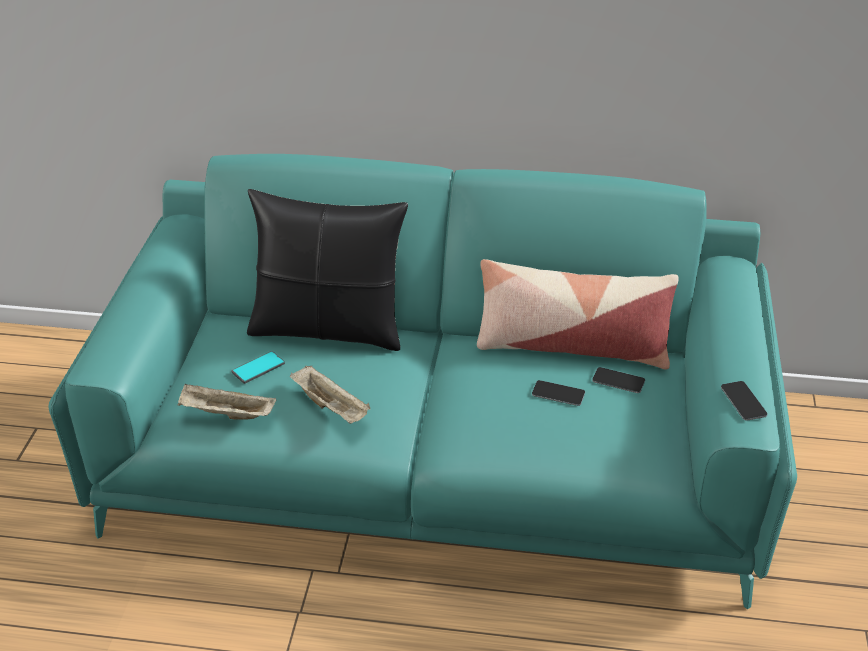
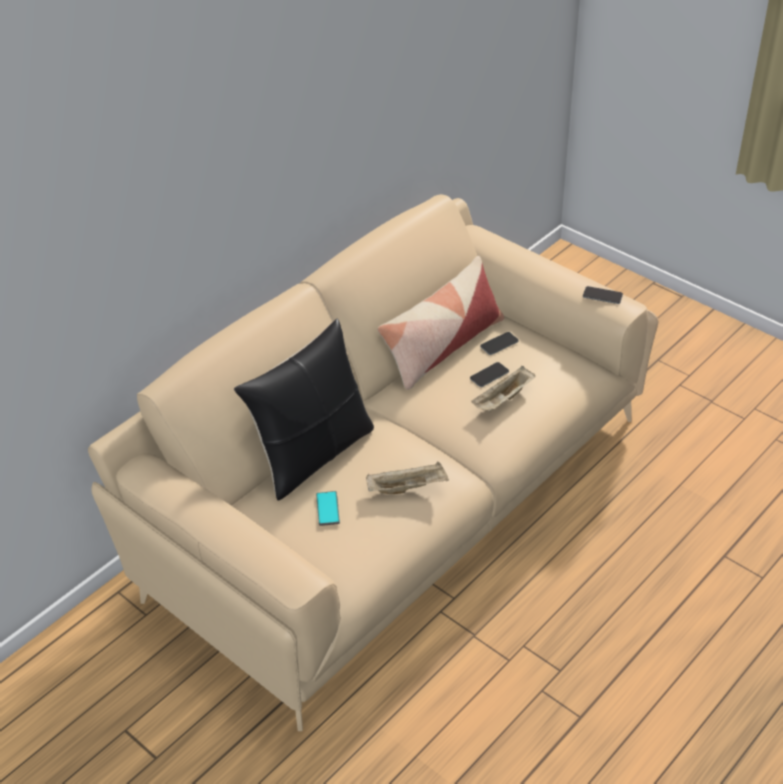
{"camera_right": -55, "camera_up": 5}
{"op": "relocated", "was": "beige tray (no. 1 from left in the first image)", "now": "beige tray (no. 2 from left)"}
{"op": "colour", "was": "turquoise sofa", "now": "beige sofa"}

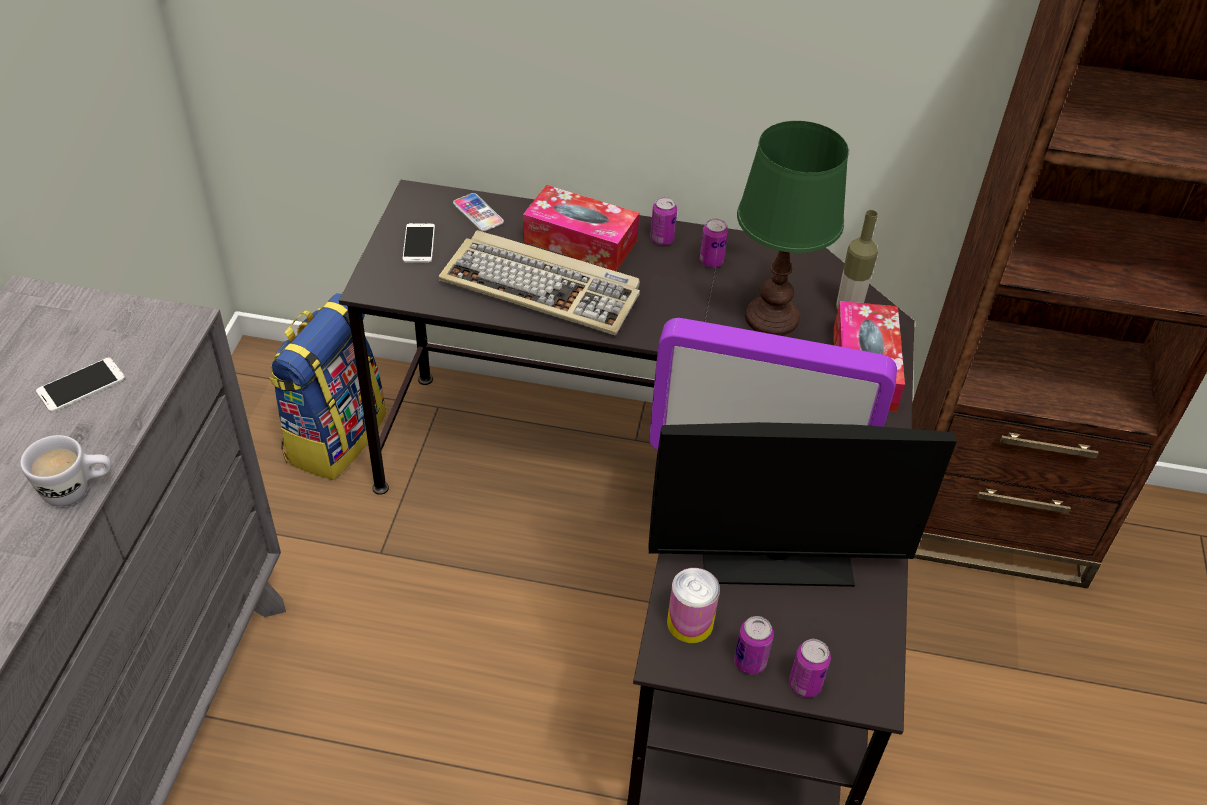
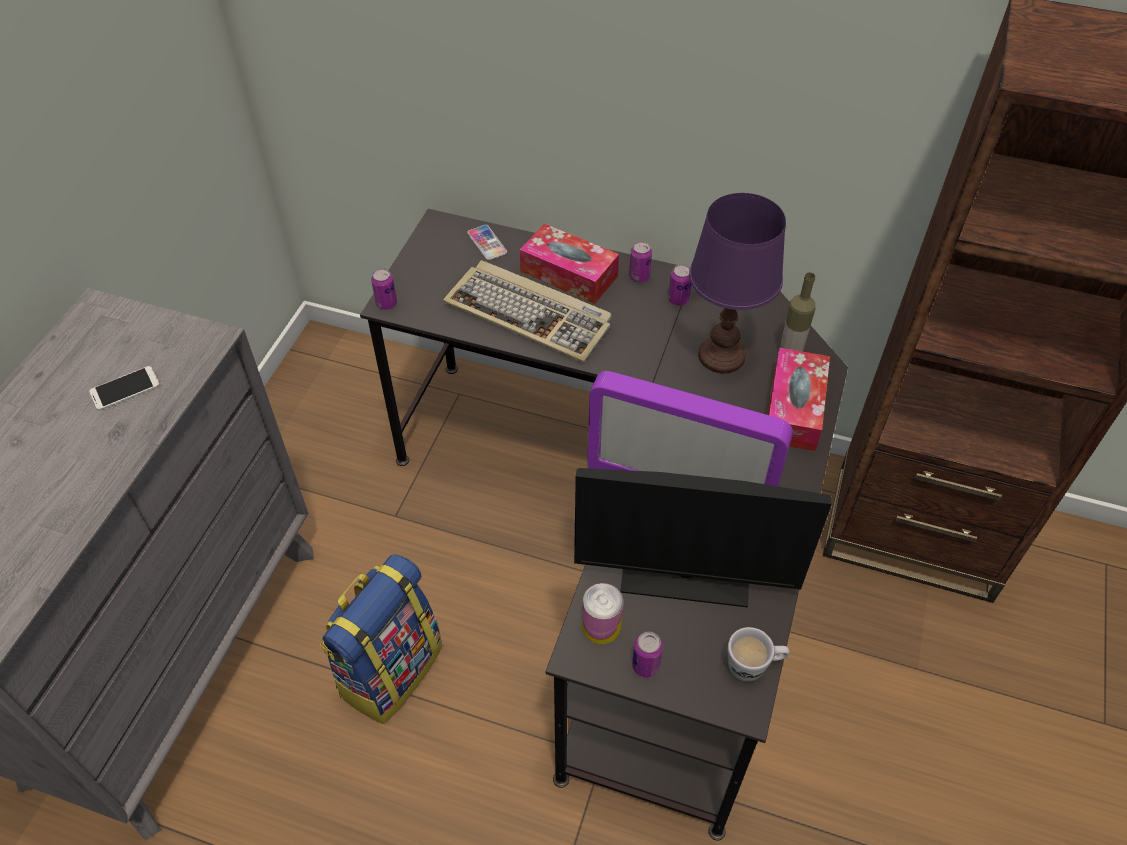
{"camera_right": 10, "camera_up": 5}
{"op": "missing", "was": "phone (no. 2 from left)"}
{"op": "relocated", "was": "white mug"}
{"op": "relocated", "was": "backpack"}
{"op": "relocated", "was": "can (no. 5 from left in the first image)", "now": "can (no. 1 from left)"}
{"op": "colour", "was": "green table lamp", "now": "purple table lamp"}

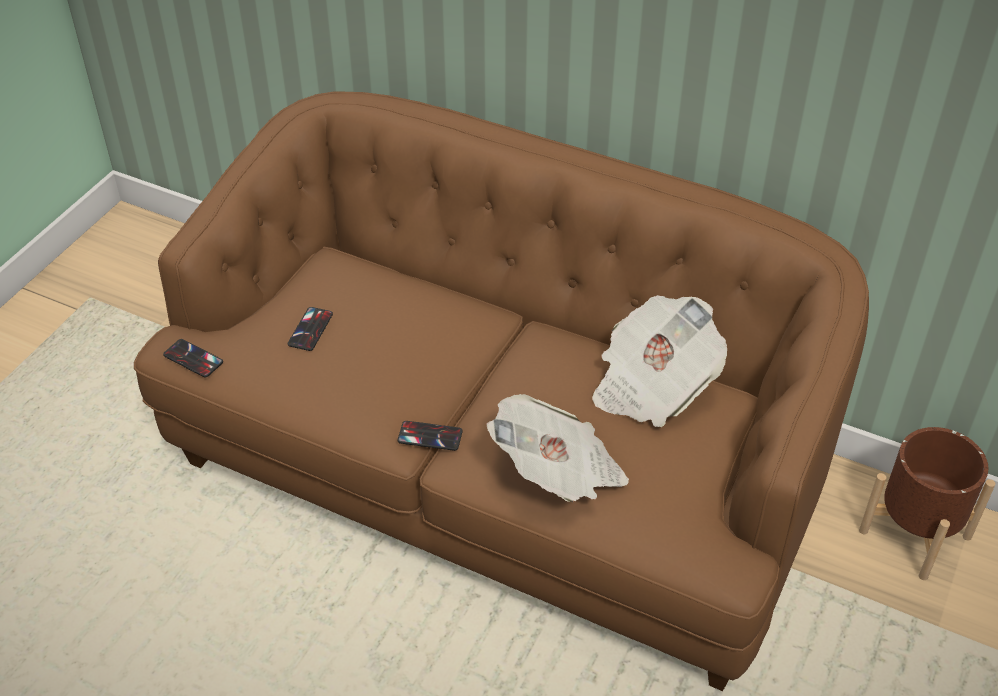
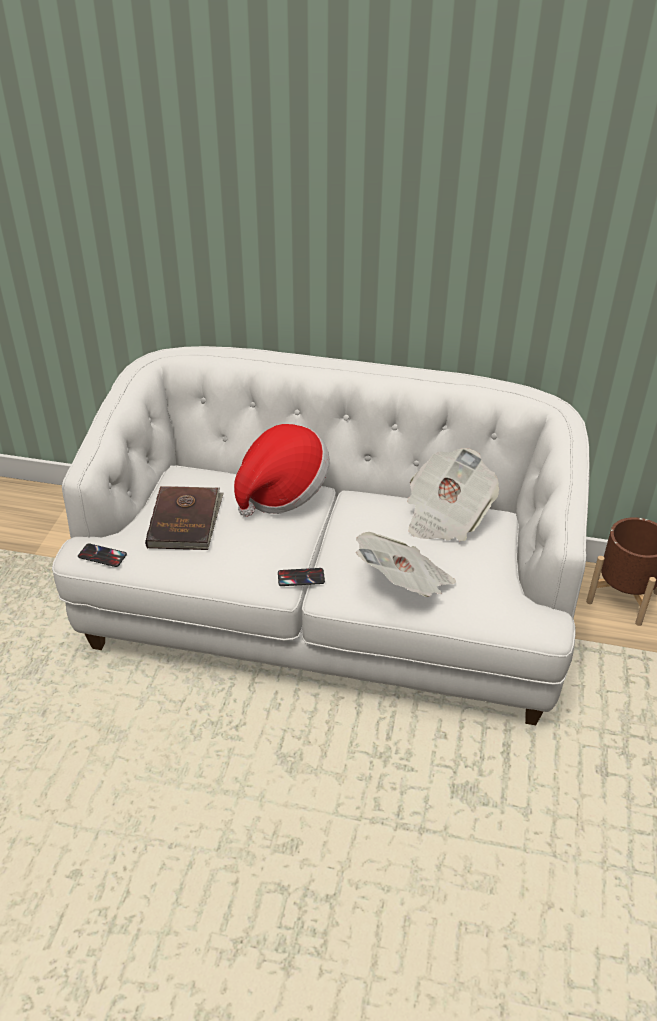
{"camera_right": -15, "camera_up": -5}
{"op": "appeared", "now": "hat"}
{"op": "exchanged", "was": "phone (no. 2 from left)", "now": "brown book"}
{"op": "colour", "was": "brown sofa", "now": "white sofa"}

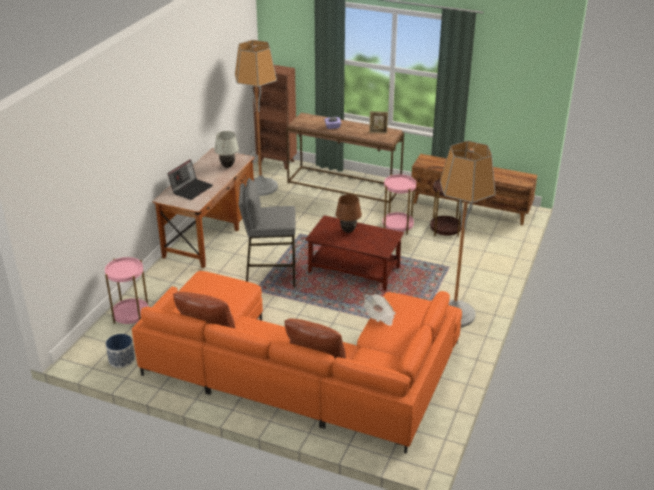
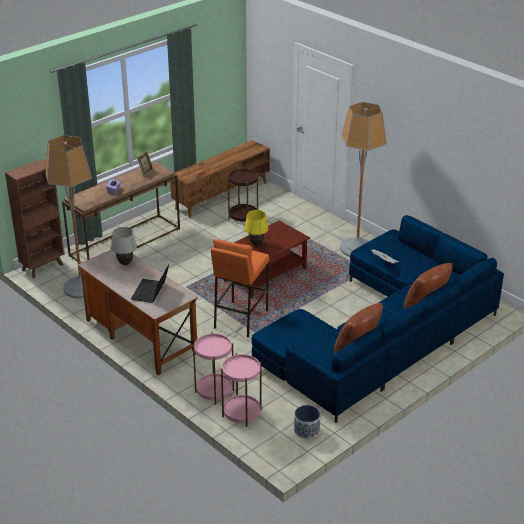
{"camera_right": -65, "camera_up": 0}
{"op": "relocated", "was": "pink side table (no. 2 from left in the first image)", "now": "pink side table (no. 1 from left)"}
{"op": "colour", "was": "orange sofa", "now": "blue sofa"}
{"op": "colour", "was": "grey stool", "now": "orange stool"}
{"op": "colour", "was": "brown table lamp", "now": "yellow table lamp"}
{"op": "spun", "was": "laptop", "clockwise": -135}

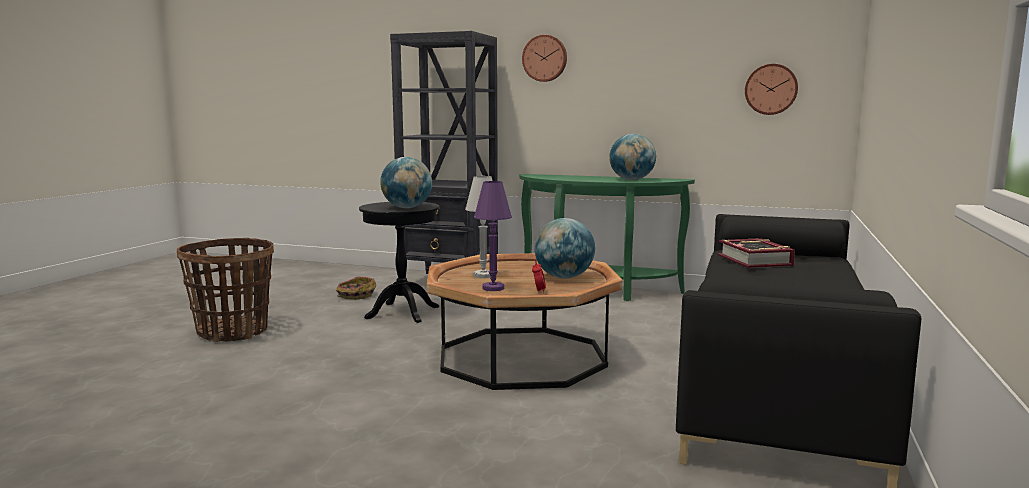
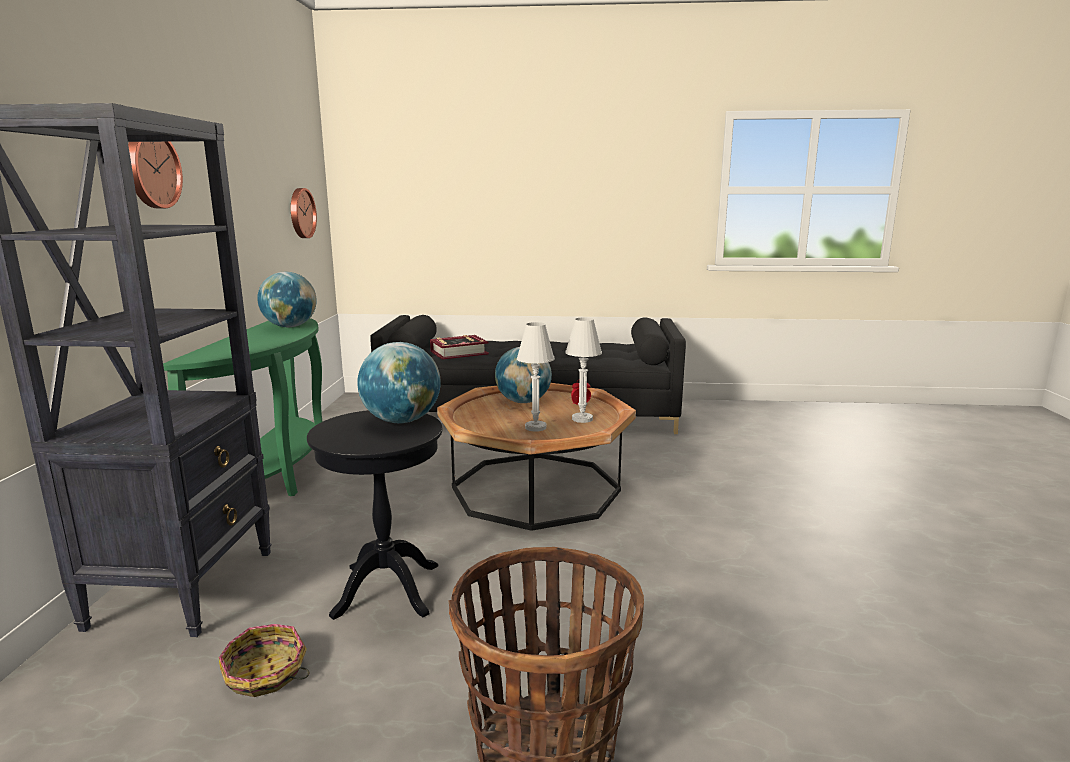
{"camera_right": -105, "camera_up": 5}
{"op": "colour", "was": "purple table lamp", "now": "white table lamp (no. 2 from left)"}

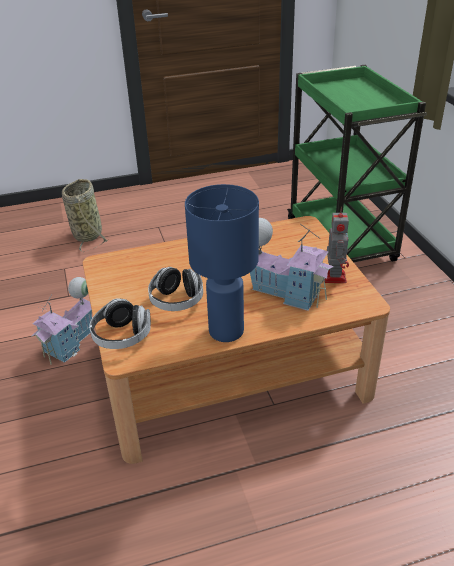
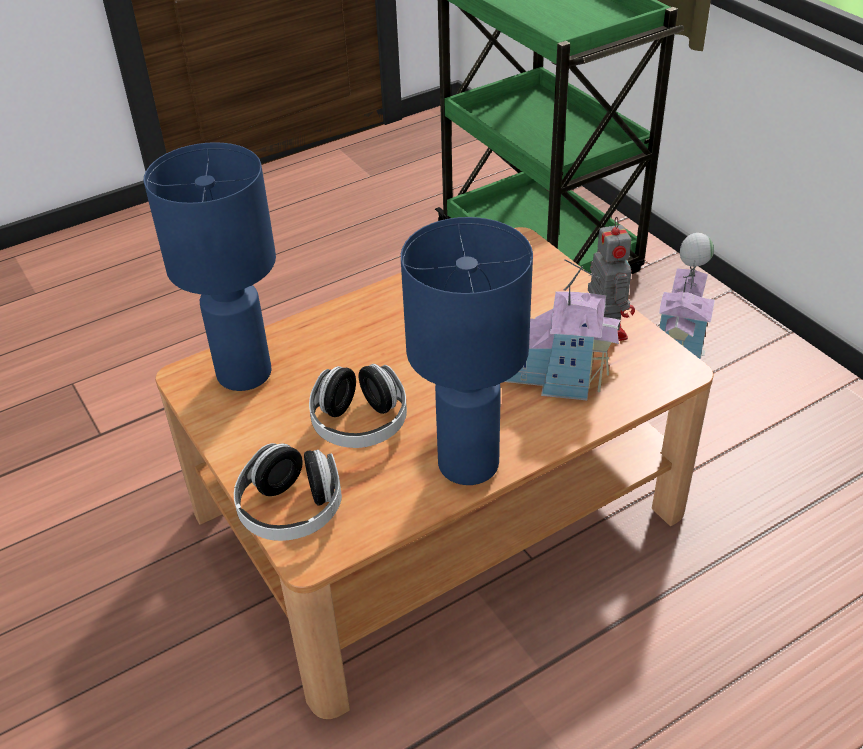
{"camera_right": -15, "camera_up": 5}
{"op": "missing", "was": "basket"}
{"op": "appeared", "now": "blue table lamp (no. 1 from left)"}
{"op": "relocated", "was": "toy house (no. 1 from left in the first image)", "now": "toy house (no. 2 from left)"}

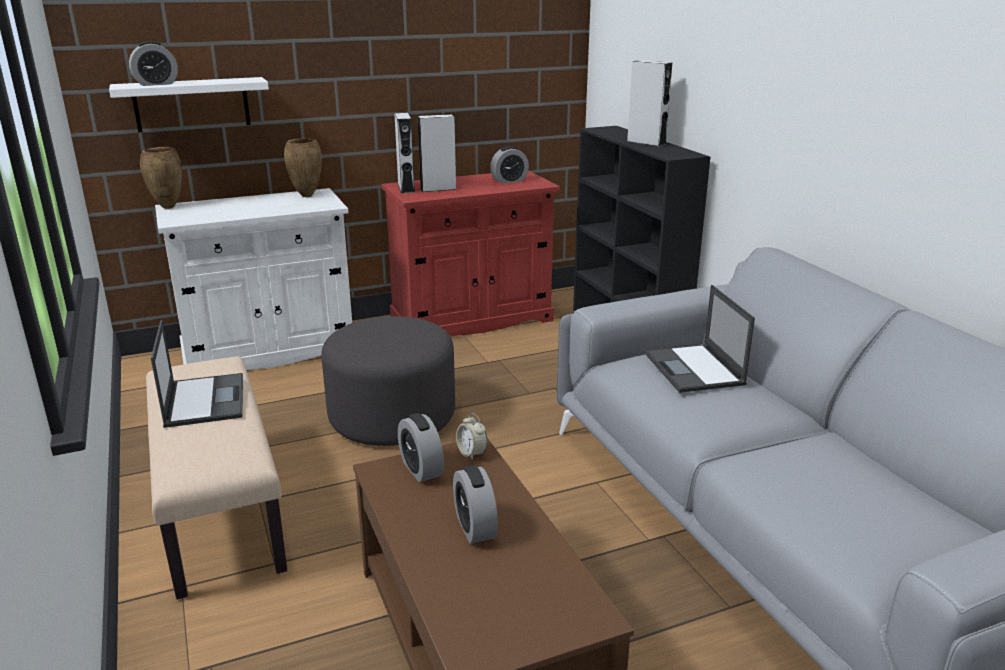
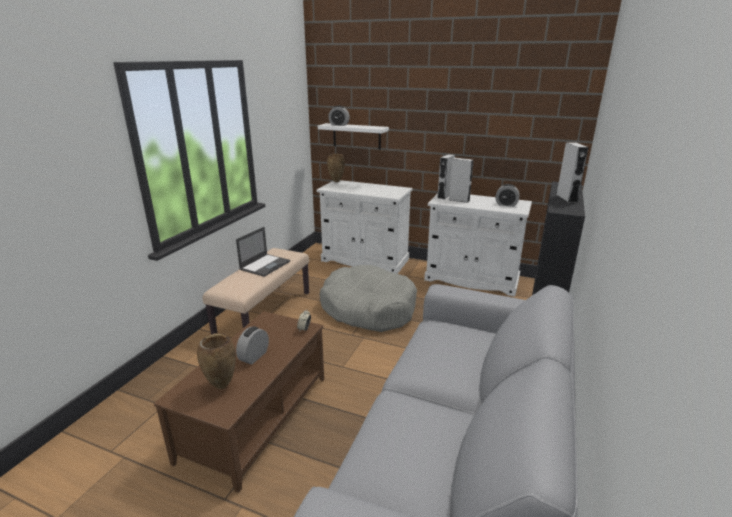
{"camera_right": 45, "camera_up": 0}
{"op": "missing", "was": "alarm clock (no. 2 from left)"}
{"op": "missing", "was": "laptop (no. 2 from left)"}
{"op": "relocated", "was": "brown vase (no. 2 from left in the first image)", "now": "brown vase (no. 1 from left)"}
{"op": "exchanged", "was": "grey ottoman", "now": "grey dog bed"}
{"op": "colour", "was": "red cabinet", "now": "white cabinet (no. 2 from left)"}

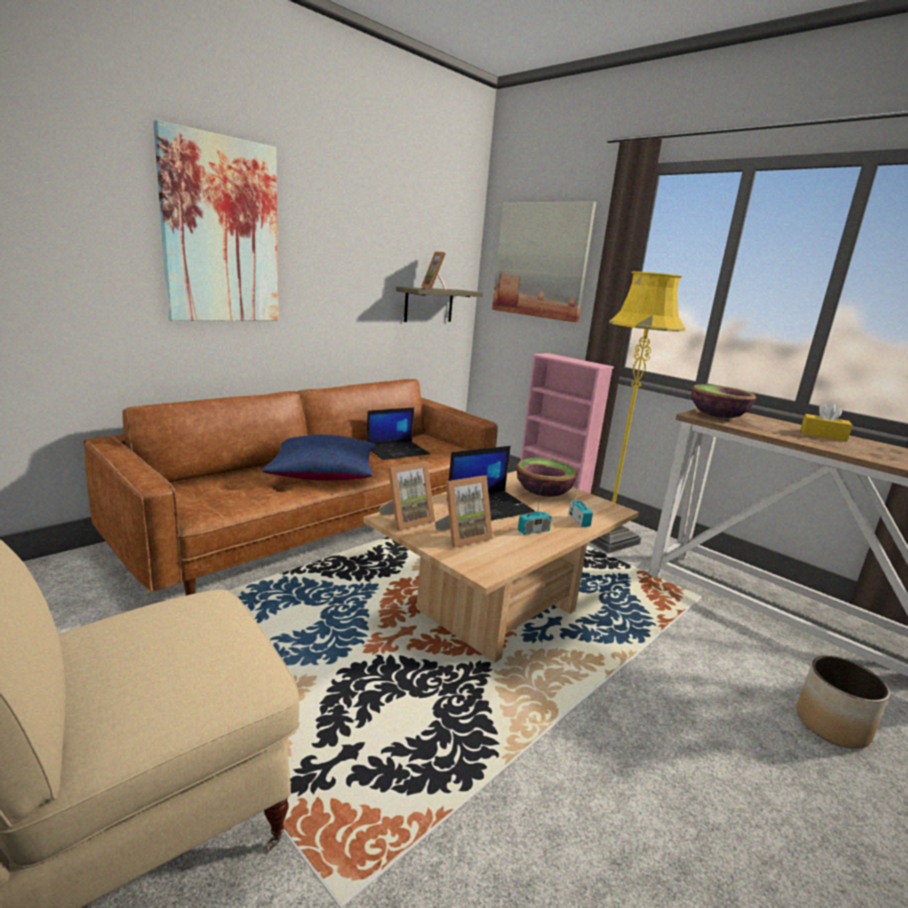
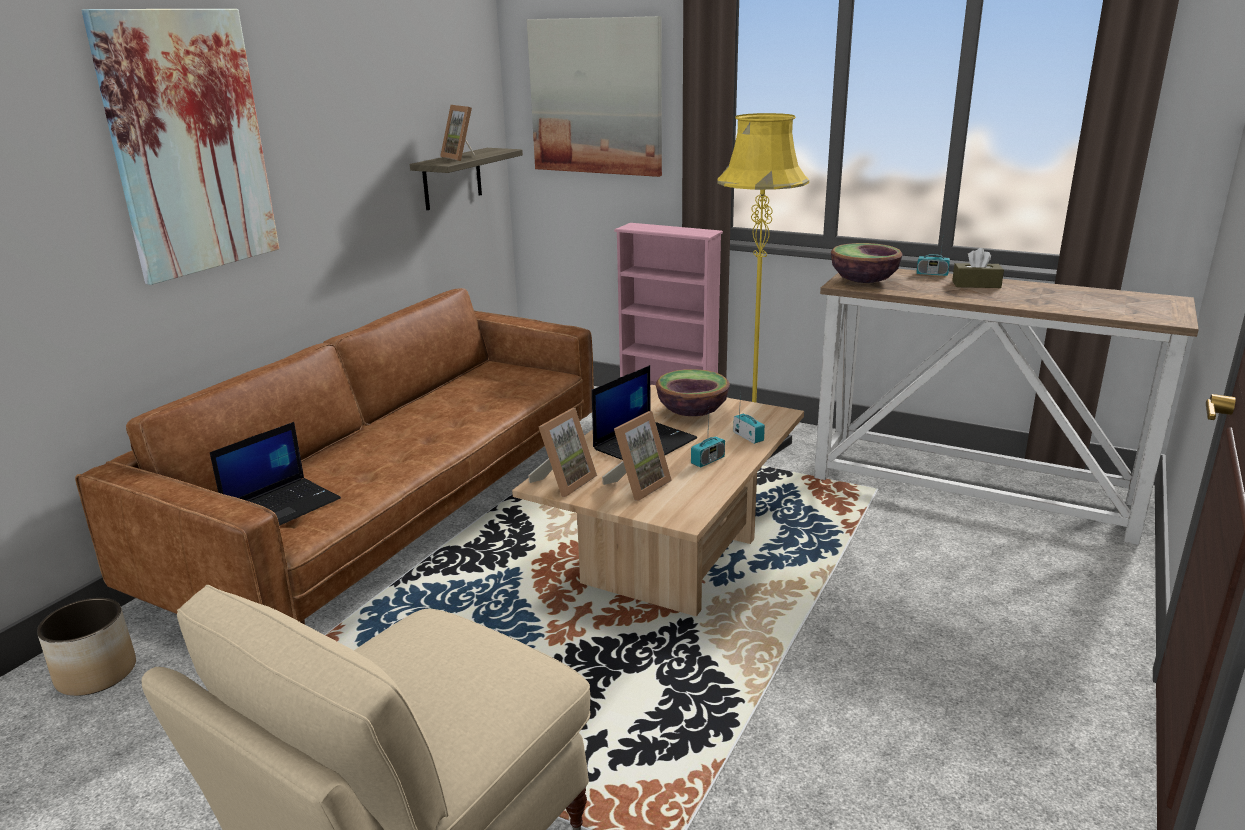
{"camera_right": -15, "camera_up": 5}
{"op": "missing", "was": "blue pillow"}
{"op": "appeared", "now": "radio (no. 3 from left)"}
{"op": "relocated", "was": "laptop (no. 1 from left)"}
{"op": "relocated", "was": "planter"}
{"op": "colour", "was": "yellow tissue box", "now": "brown tissue box"}

